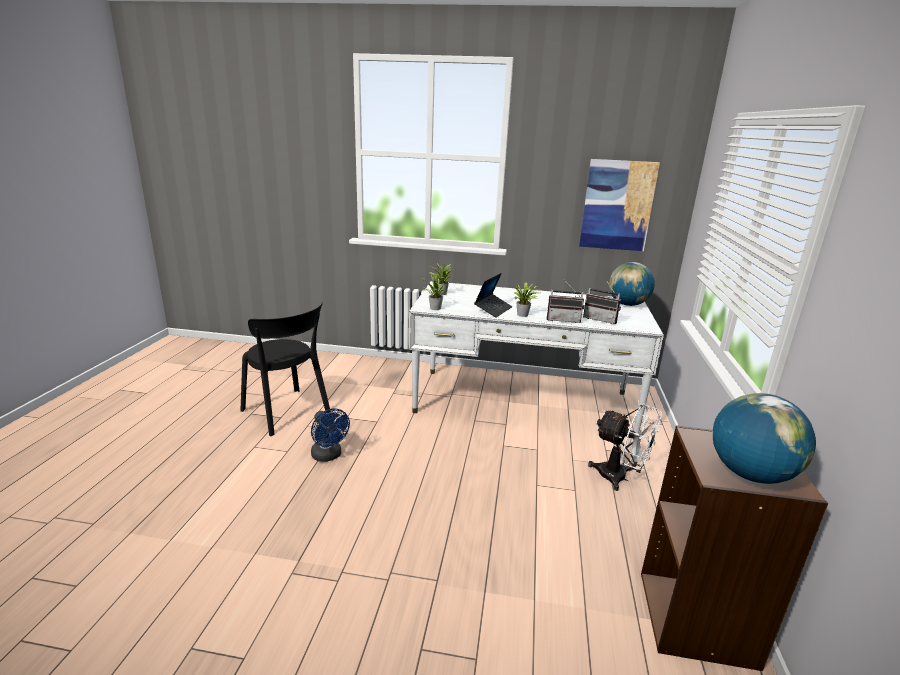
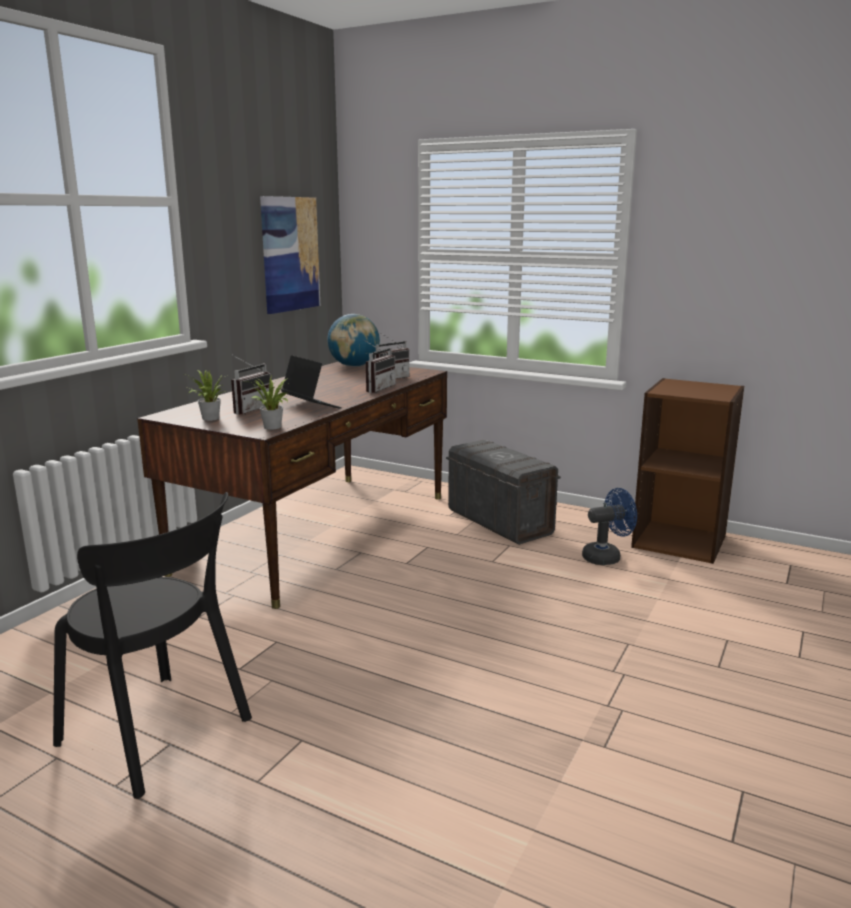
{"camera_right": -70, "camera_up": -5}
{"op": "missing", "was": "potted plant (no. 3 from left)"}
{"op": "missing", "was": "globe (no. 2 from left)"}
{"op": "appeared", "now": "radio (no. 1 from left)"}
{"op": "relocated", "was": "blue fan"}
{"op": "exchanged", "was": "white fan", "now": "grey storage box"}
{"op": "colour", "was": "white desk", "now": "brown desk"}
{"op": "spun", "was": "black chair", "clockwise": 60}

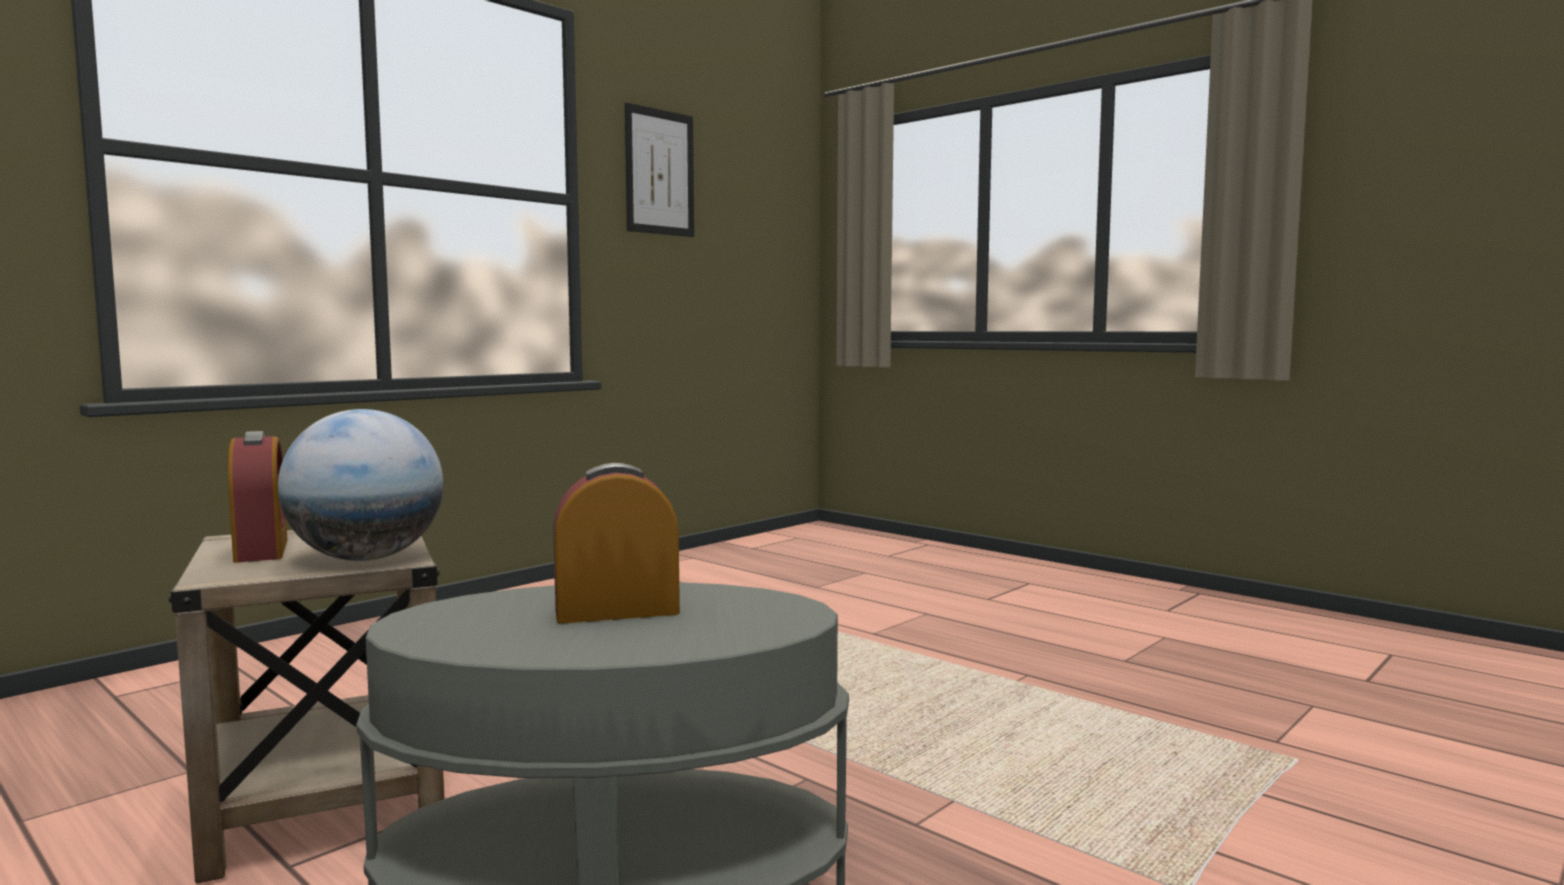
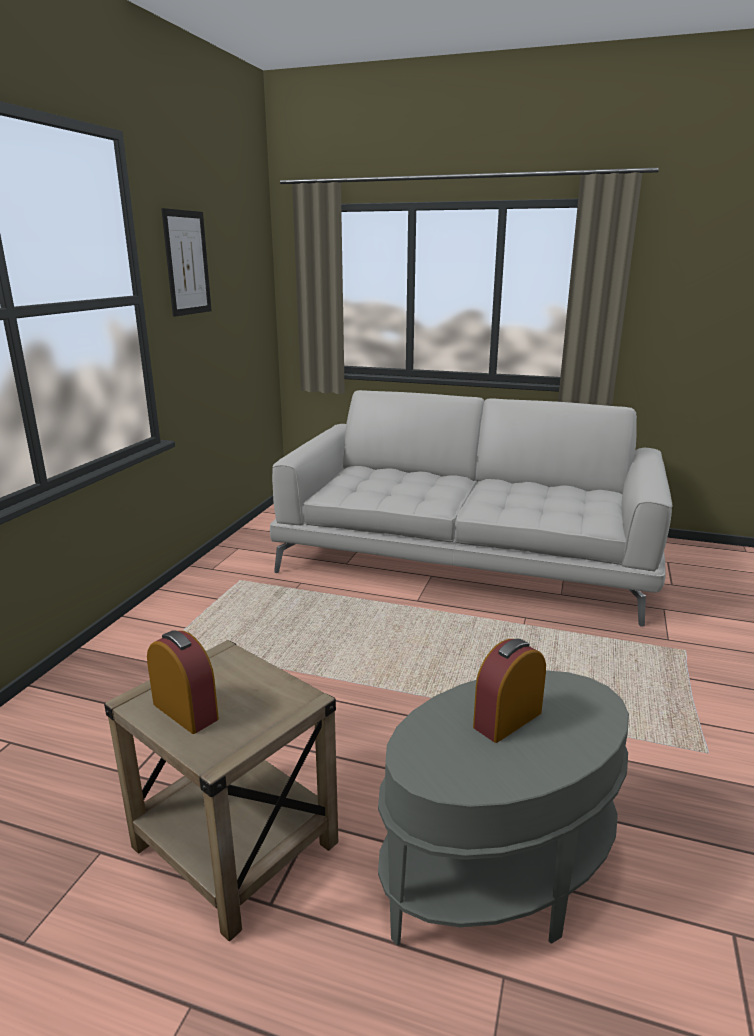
{"camera_right": -25, "camera_up": 15}
{"op": "missing", "was": "globe"}
{"op": "appeared", "now": "white sofa"}

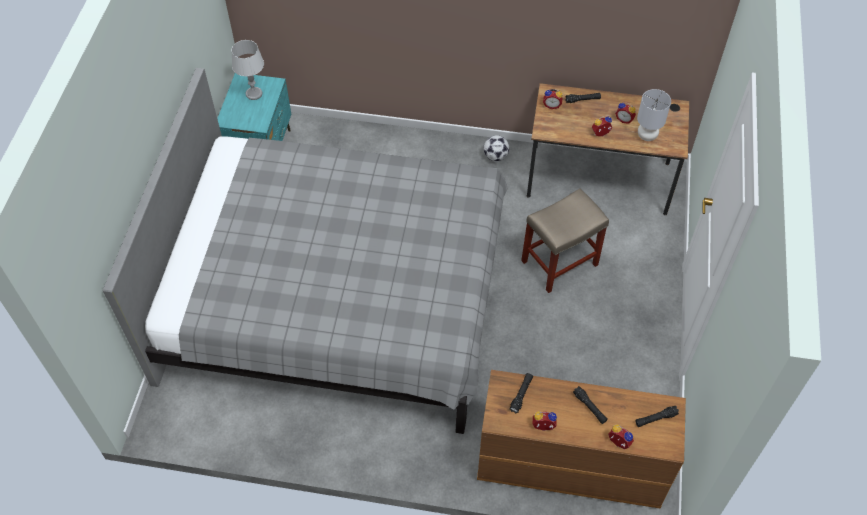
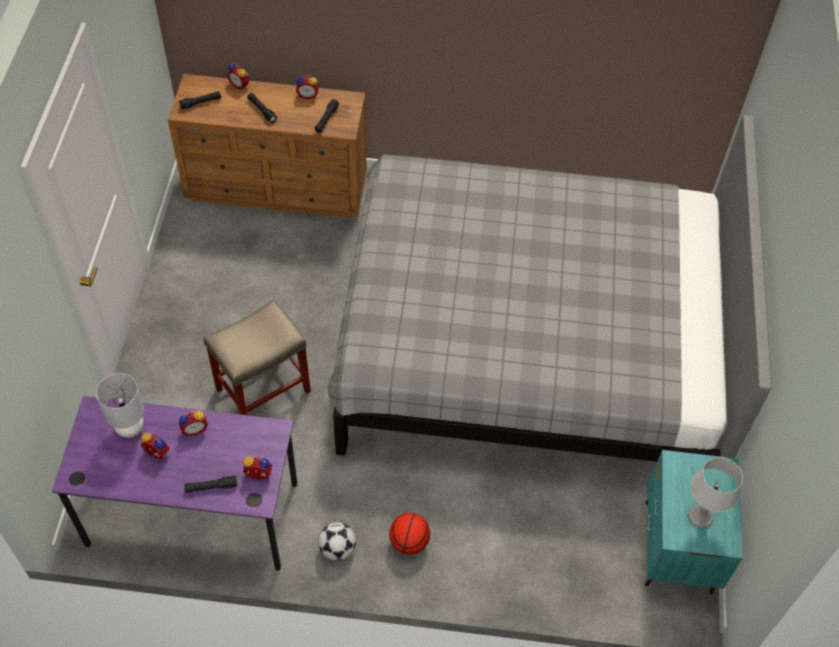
{"camera_right": 175, "camera_up": 0}
{"op": "appeared", "now": "basketball"}
{"op": "colour", "was": "brown desk", "now": "purple desk"}

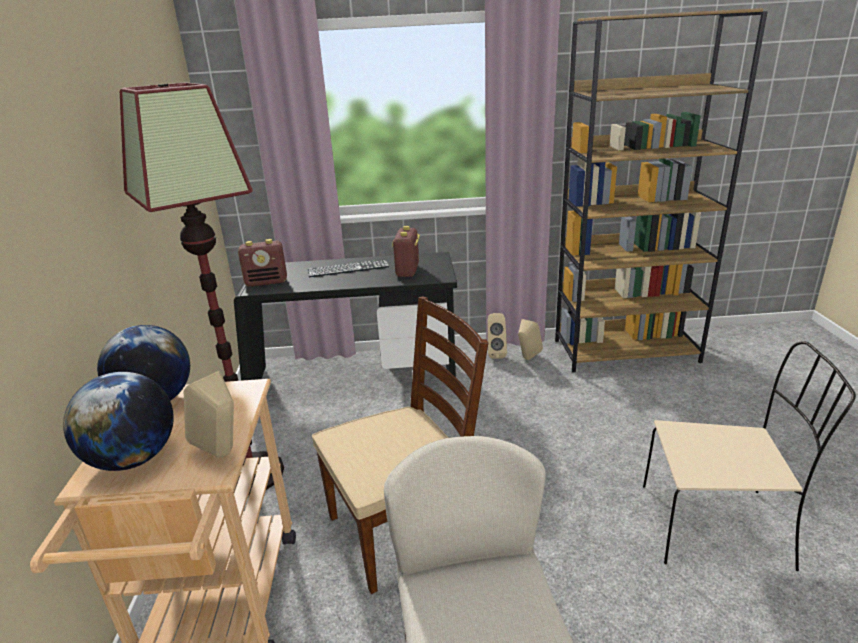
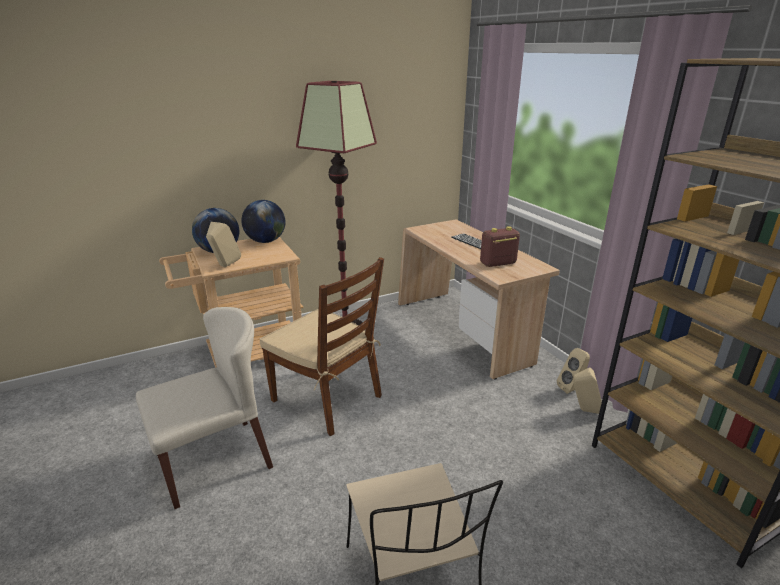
{"camera_right": 65, "camera_up": 0}
{"op": "missing", "was": "radio (no. 1 from left)"}
{"op": "colour", "was": "black desk", "now": "beige desk"}

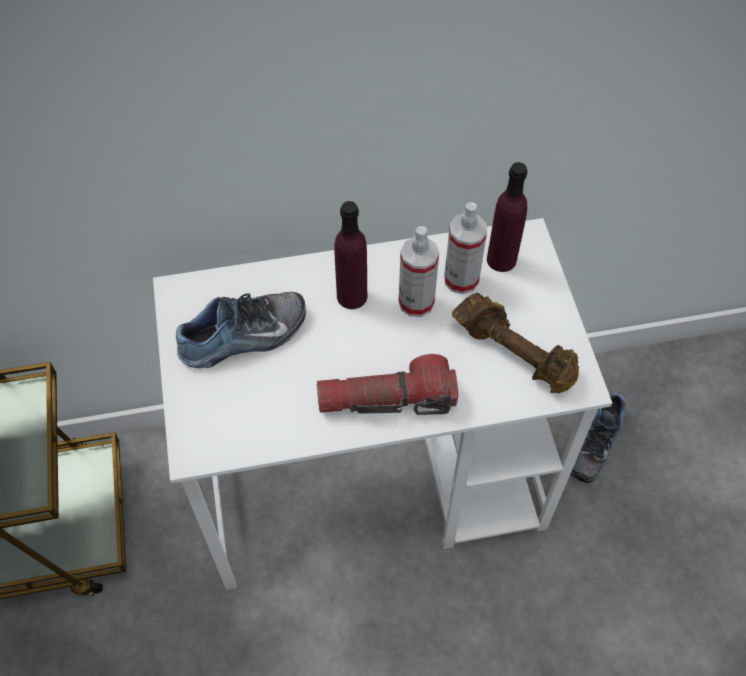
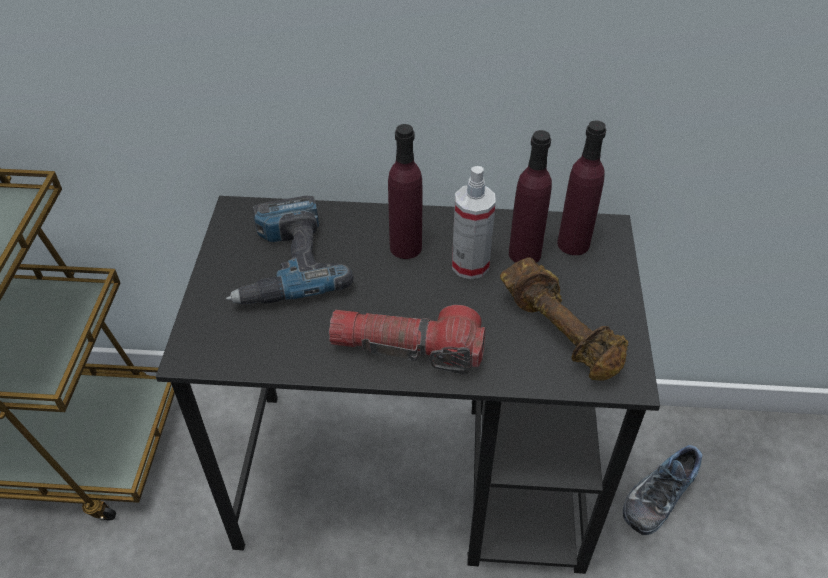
{"camera_right": 15, "camera_up": -10}
{"op": "exchanged", "was": "shoe (no. 1 from left)", "now": "power drill"}
{"op": "exchanged", "was": "spray bottle (no. 2 from left)", "now": "purple bottle (no. 2 from left)"}
{"op": "colour", "was": "white desk", "now": "black desk"}

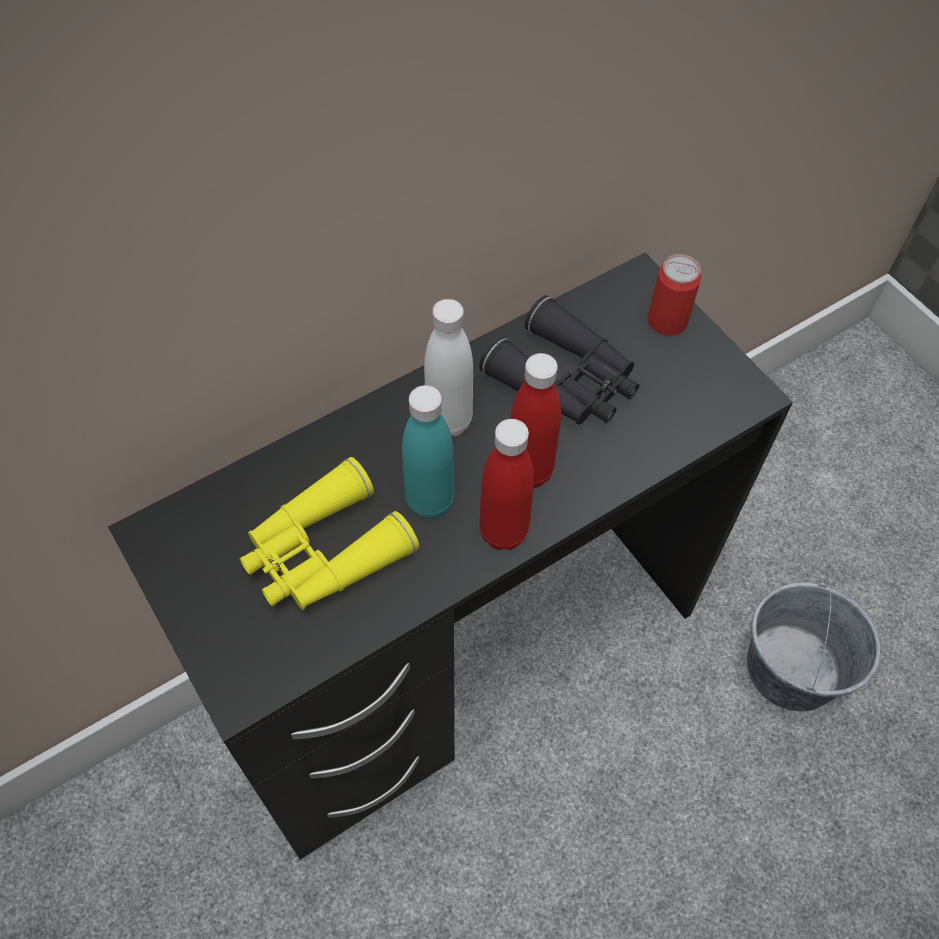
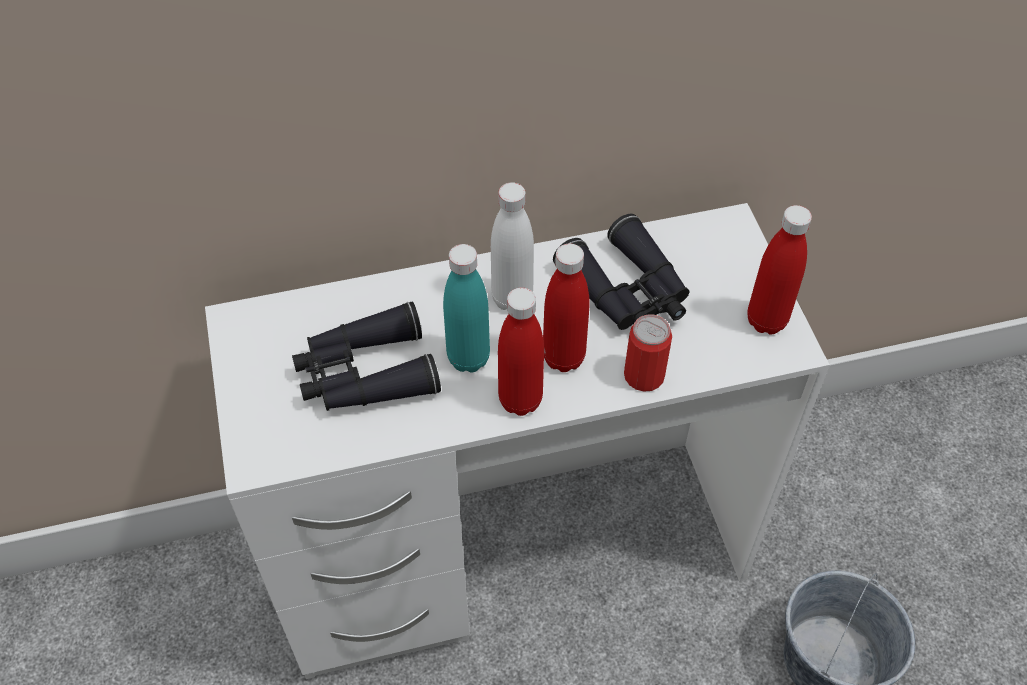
{"camera_right": 20, "camera_up": -5}
{"op": "appeared", "now": "red bottle (no. 3 from left)"}
{"op": "relocated", "was": "can"}
{"op": "colour", "was": "black desk", "now": "white desk"}
{"op": "colour", "was": "yellow binoculars", "now": "black binoculars (no. 1 from left)"}

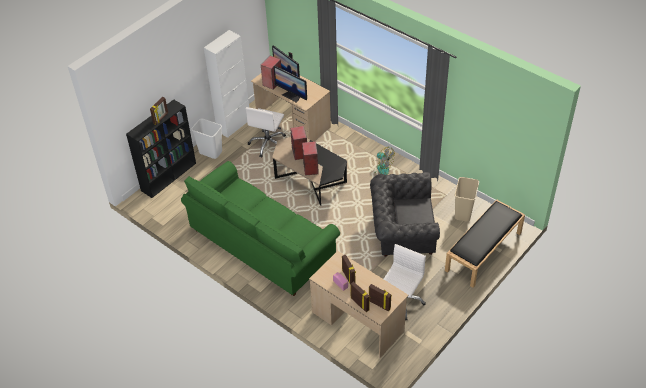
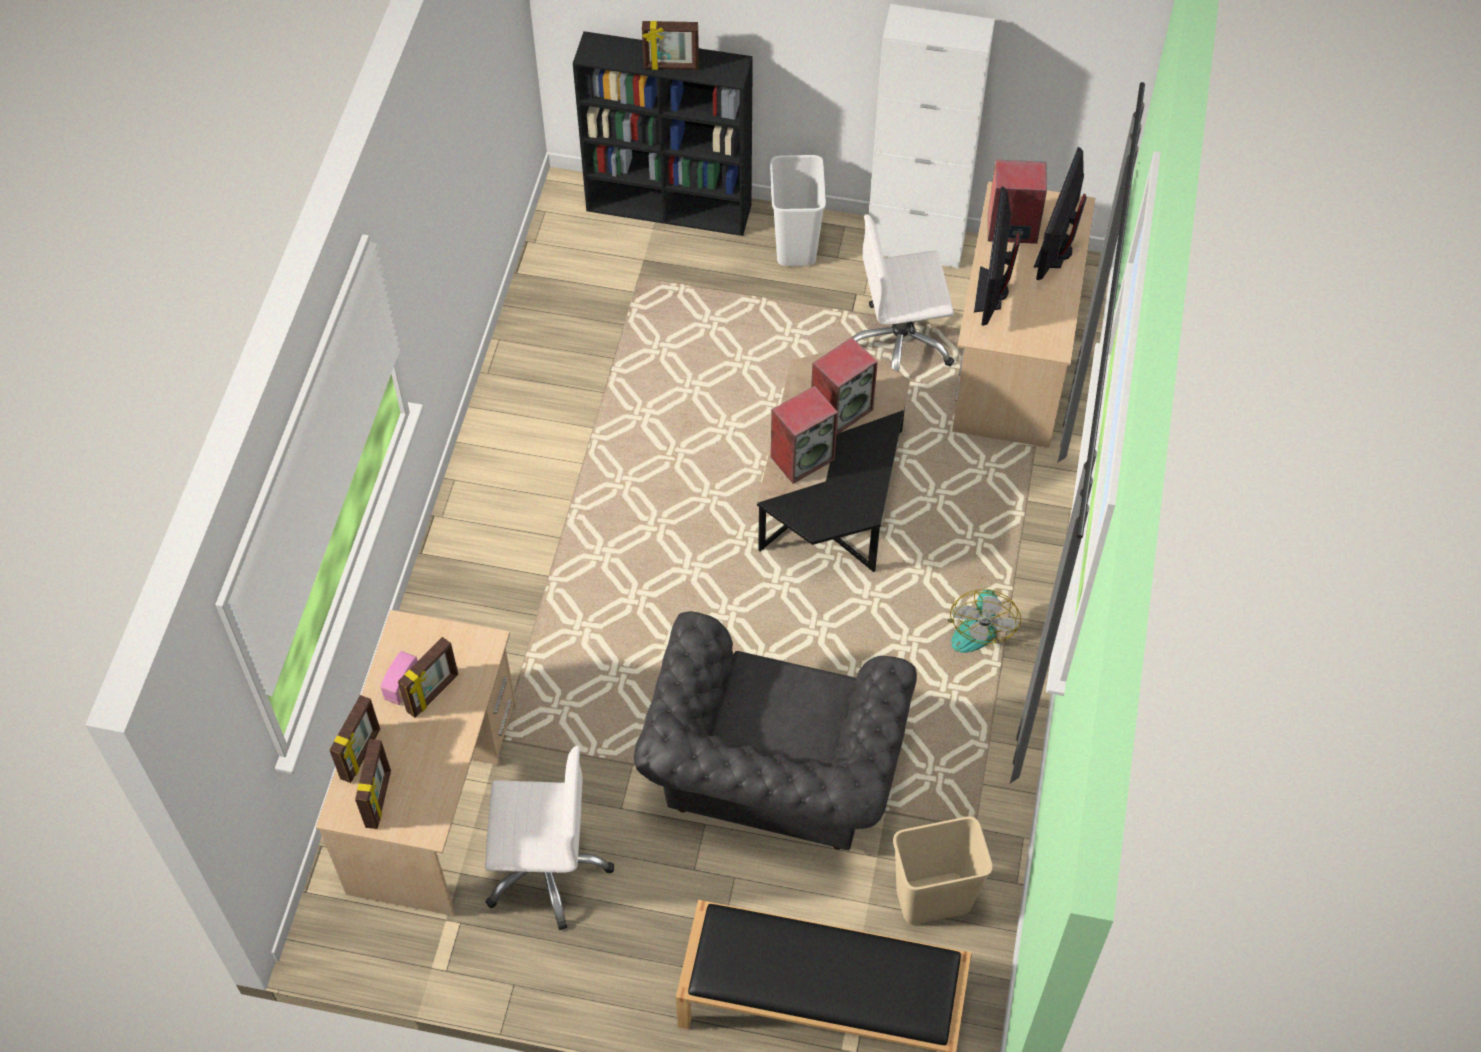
{"camera_right": 60, "camera_up": 10}
{"op": "missing", "was": "green sofa"}
{"op": "spun", "was": "grey armchair", "clockwise": -135}

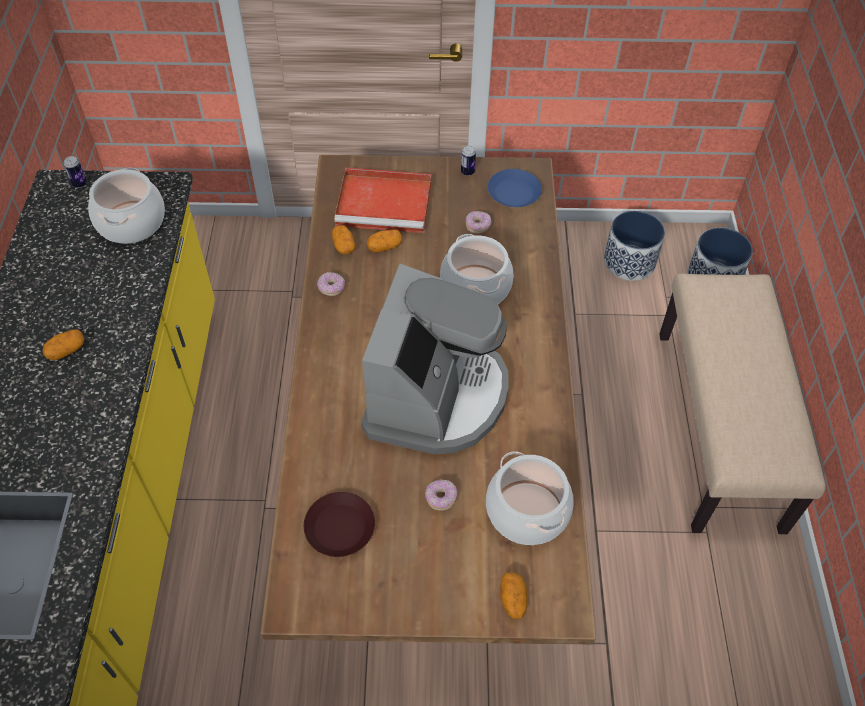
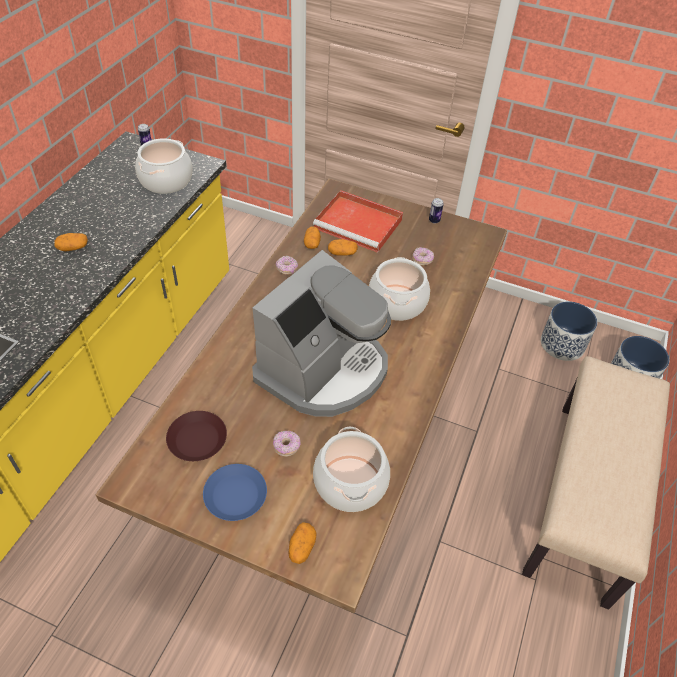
{"camera_right": 20, "camera_up": -5}
{"op": "relocated", "was": "blue plate"}

